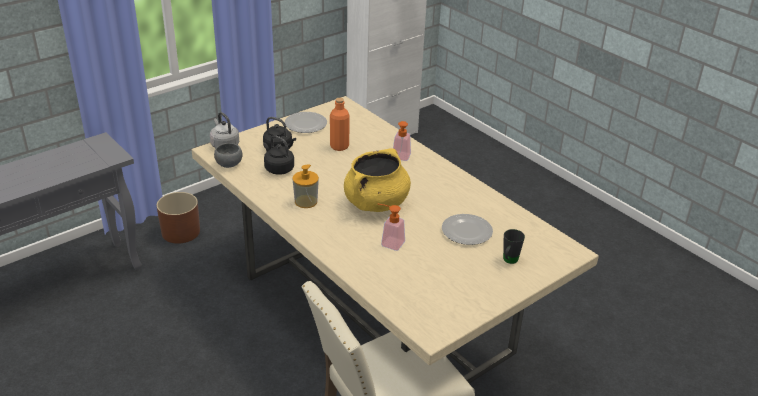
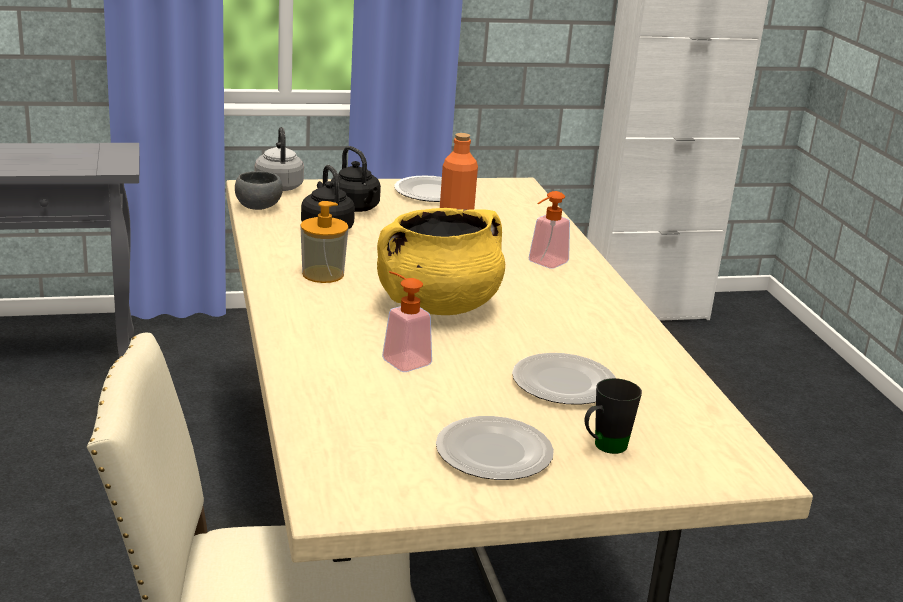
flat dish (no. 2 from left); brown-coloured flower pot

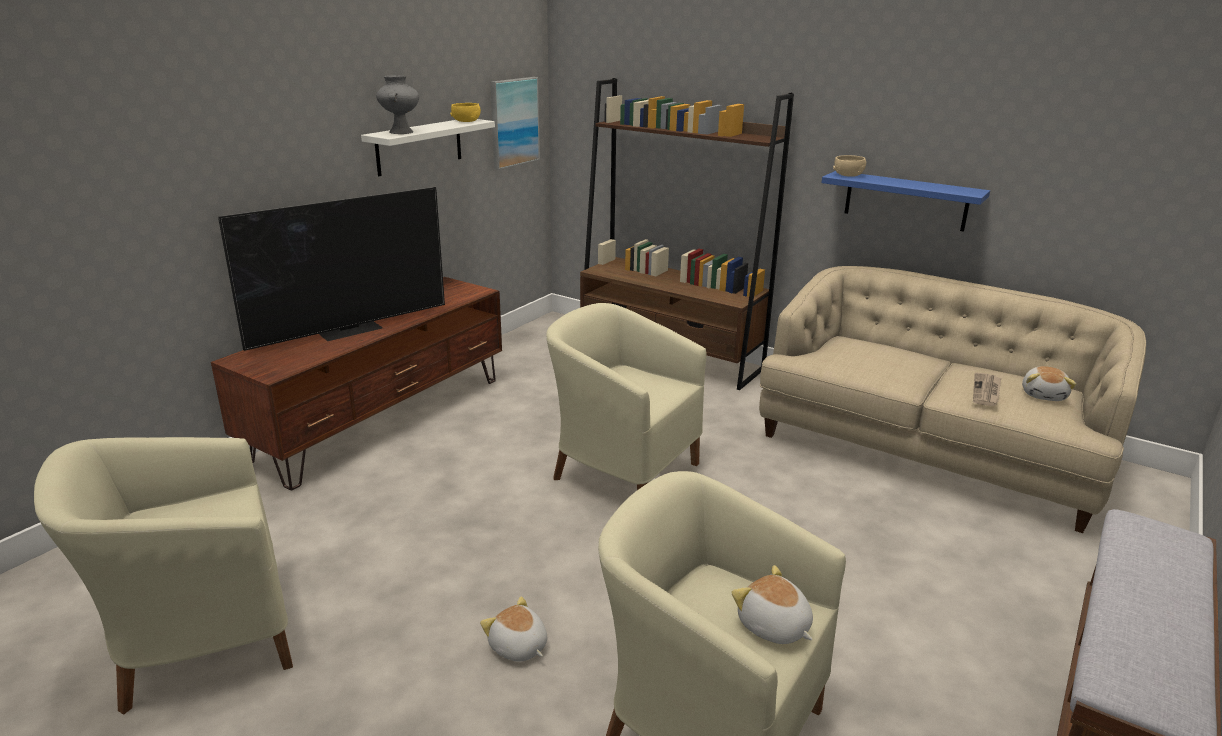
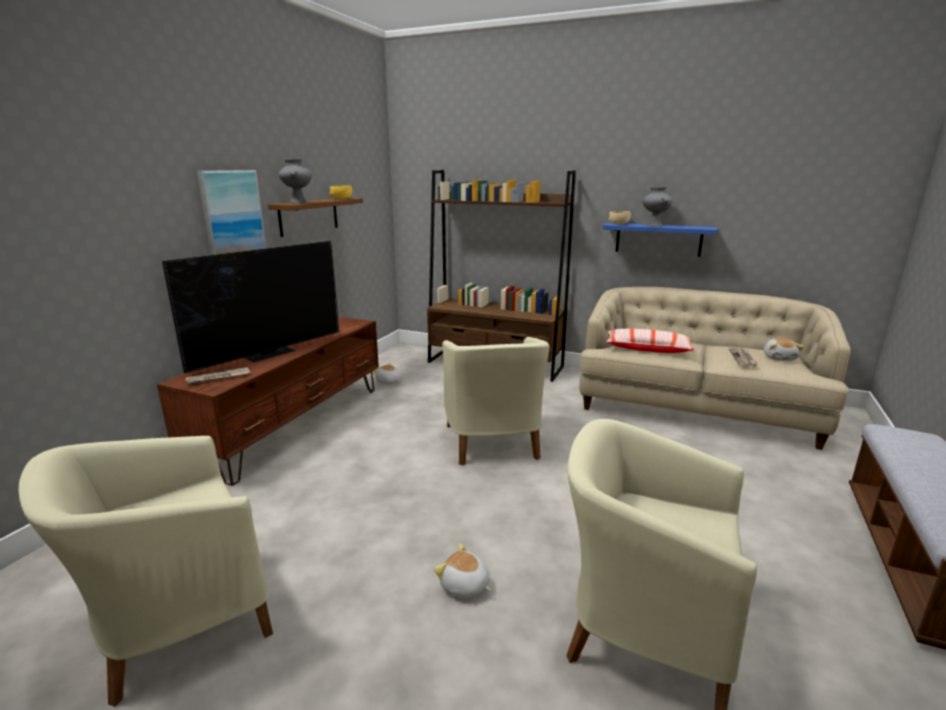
printed paper (no. 1 from left); picture; brown-coloured wall shelf; plush toy (no. 1 from left); sand-coloured easy chair (no. 2 from left); cushion; grey flower vase (no. 2 from left)

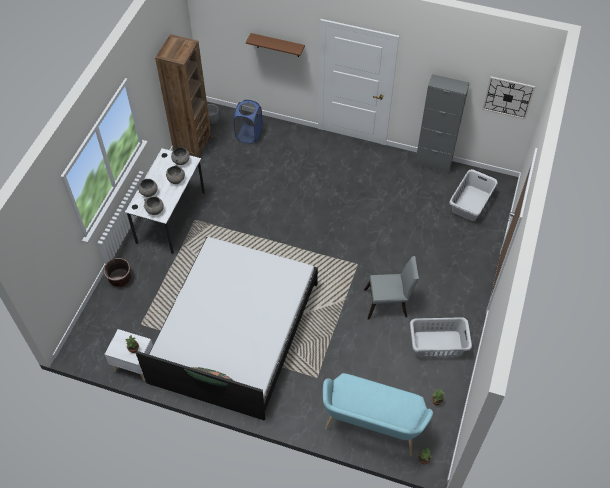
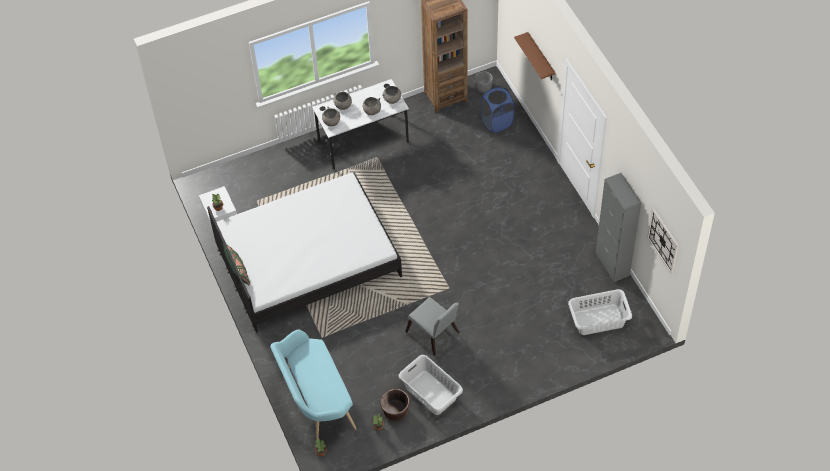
brown-coloured flower pot

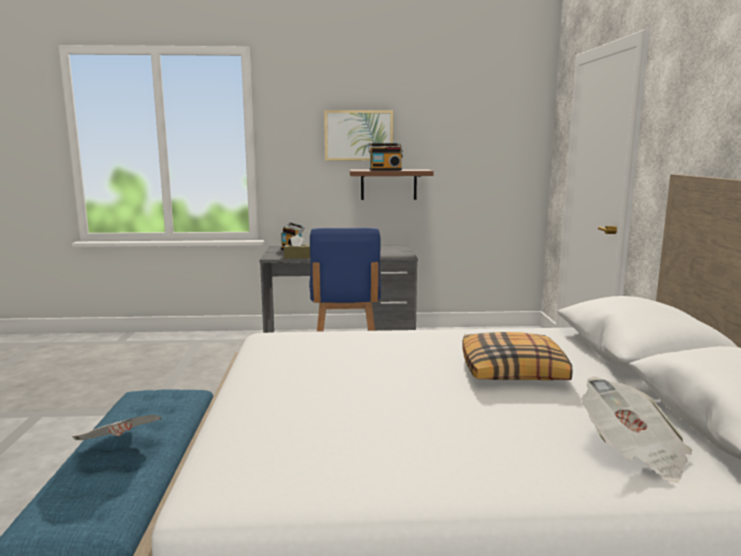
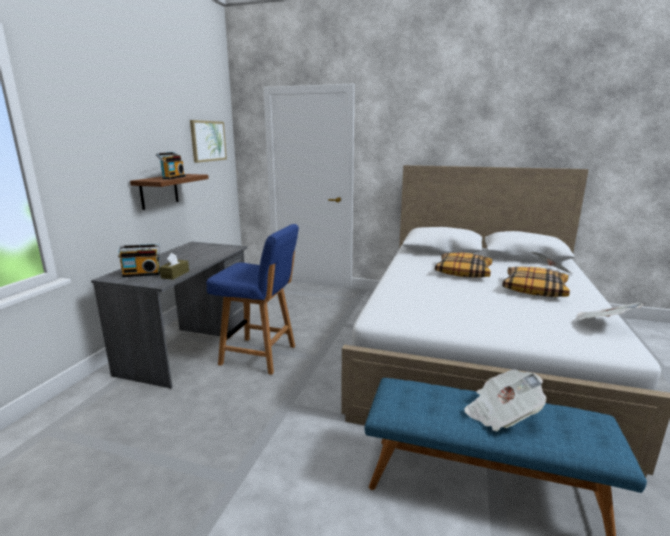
picture; cushion (no. 2 from left); printed paper (no. 3 from left)

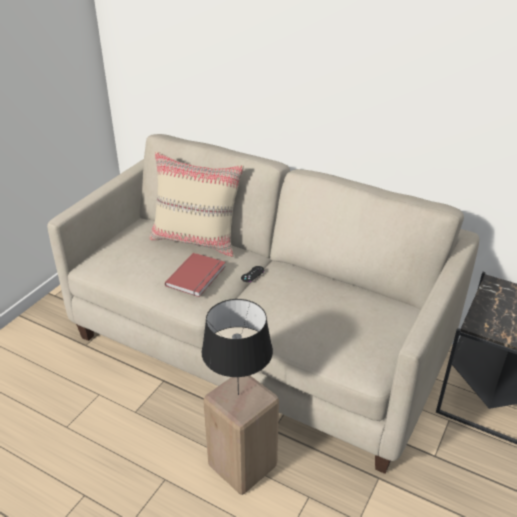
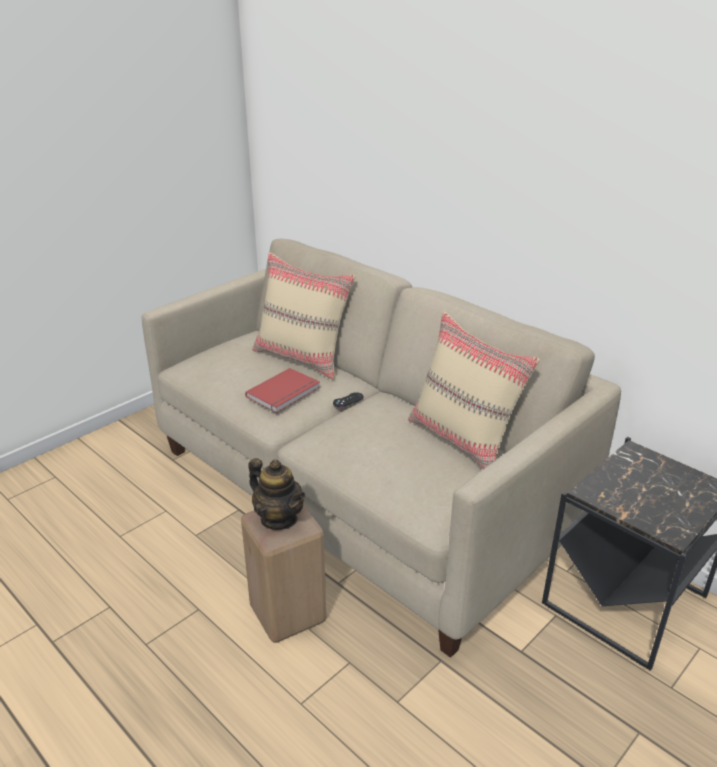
pot for tea; sand-coloured cushion (no. 2 from left)

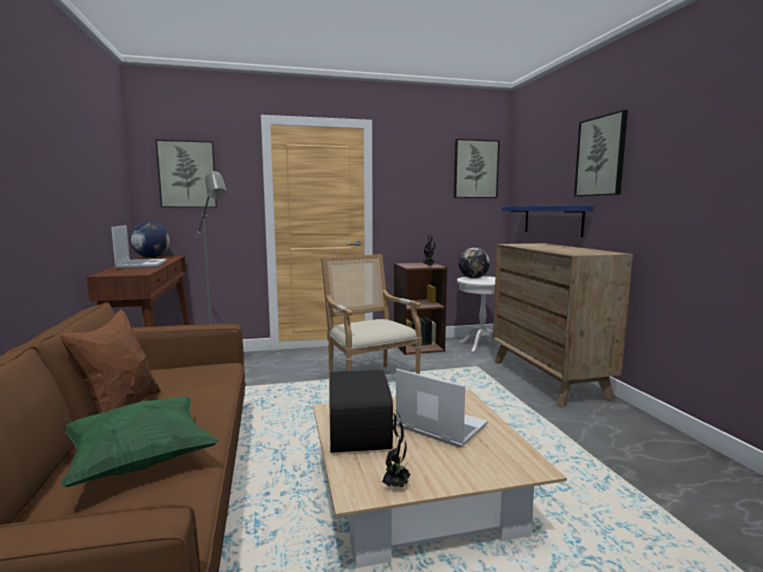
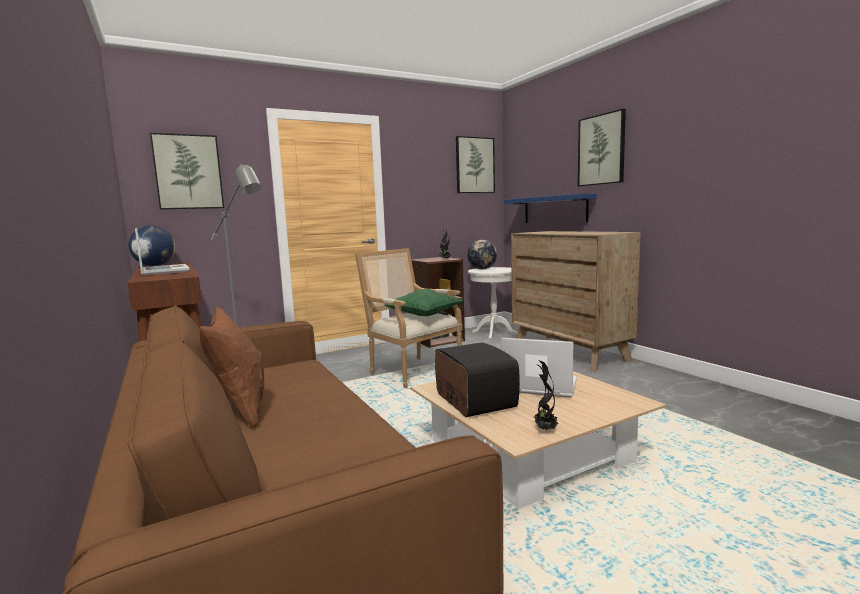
green-coloured cushion

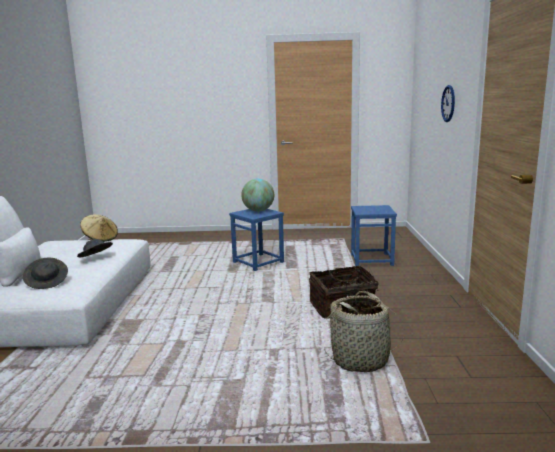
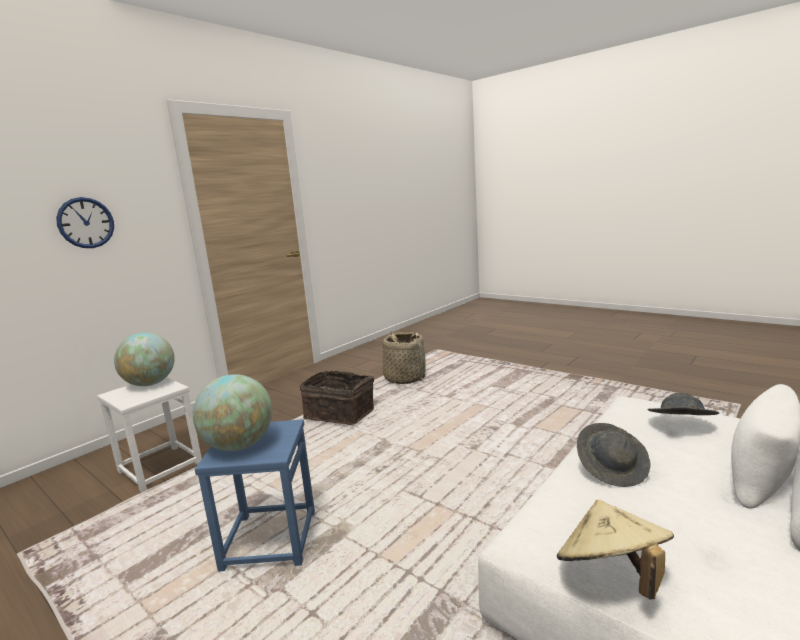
white stool seat; globe (no. 1 from left)

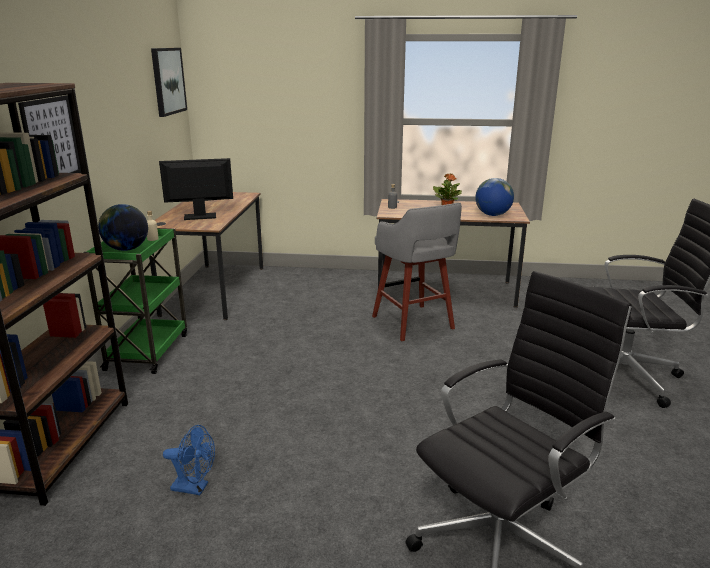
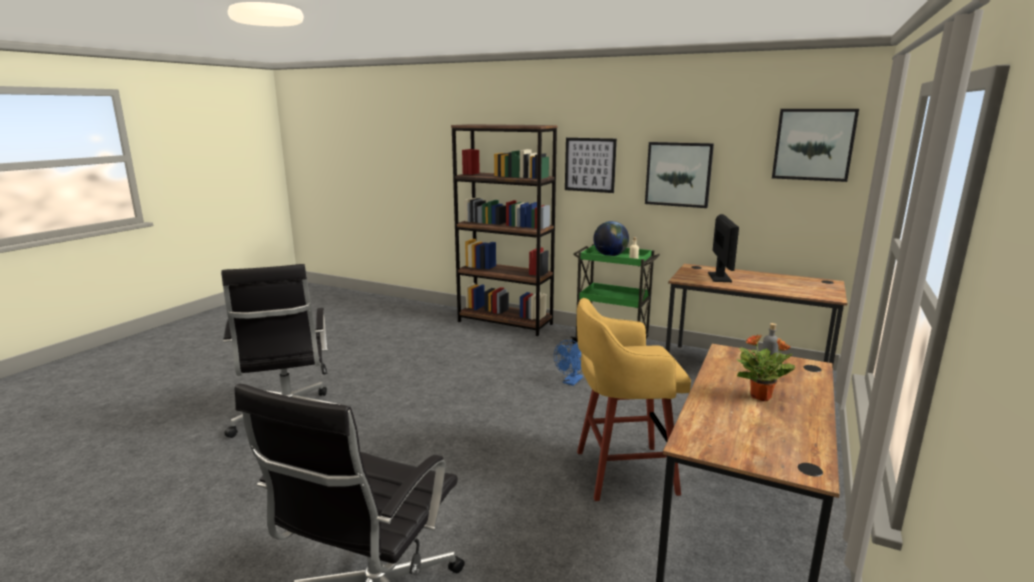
blue-coloured electric fan; yellow-coloured stool seat; picture (no. 2 from left); globe (no. 2 from left in the first image)

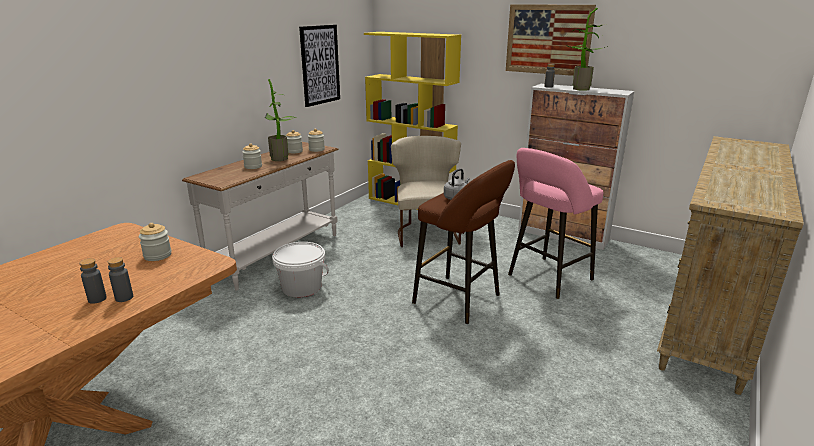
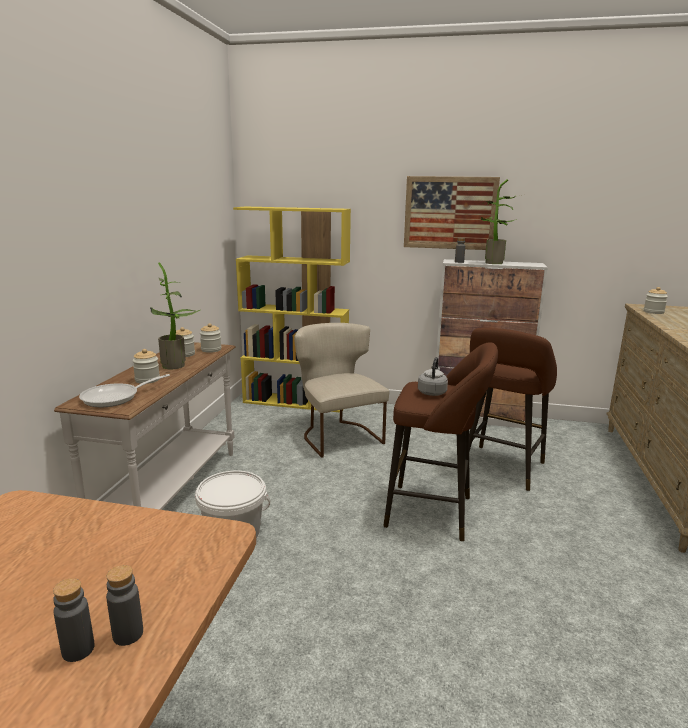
frying pan; brown-coloured stool seat (no. 2 from left); preserve jar (no. 4 from left); picture (no. 1 from left in the first image)

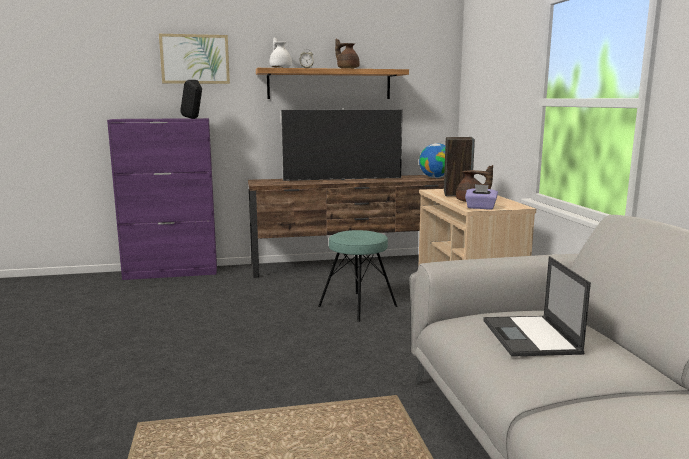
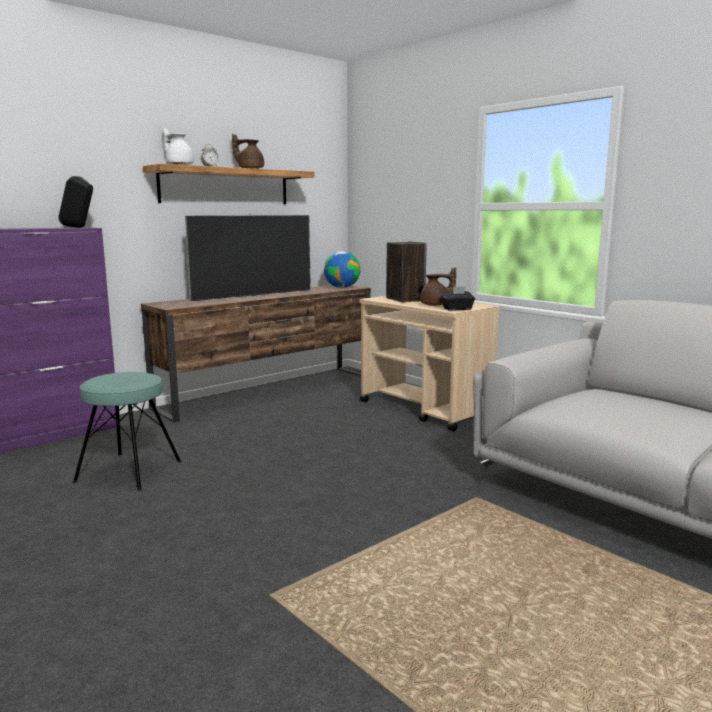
blue-green stool seat; black-coloured box of tissues; picture; portable computer

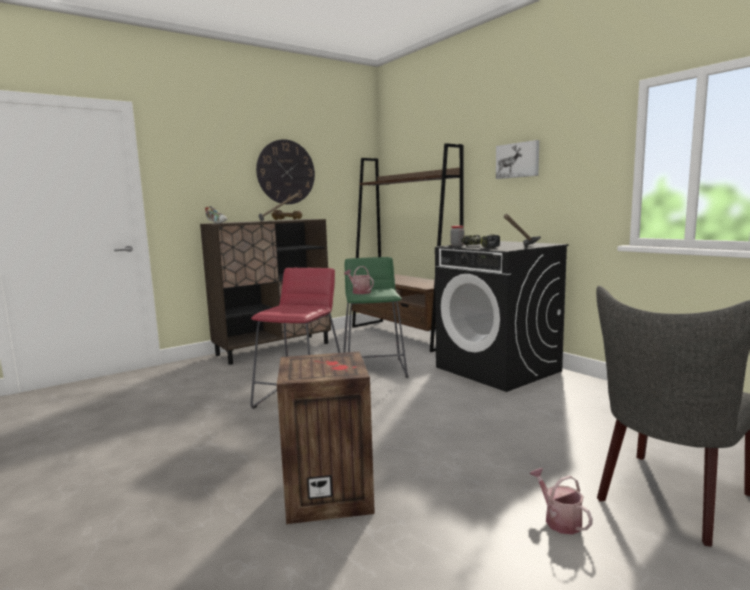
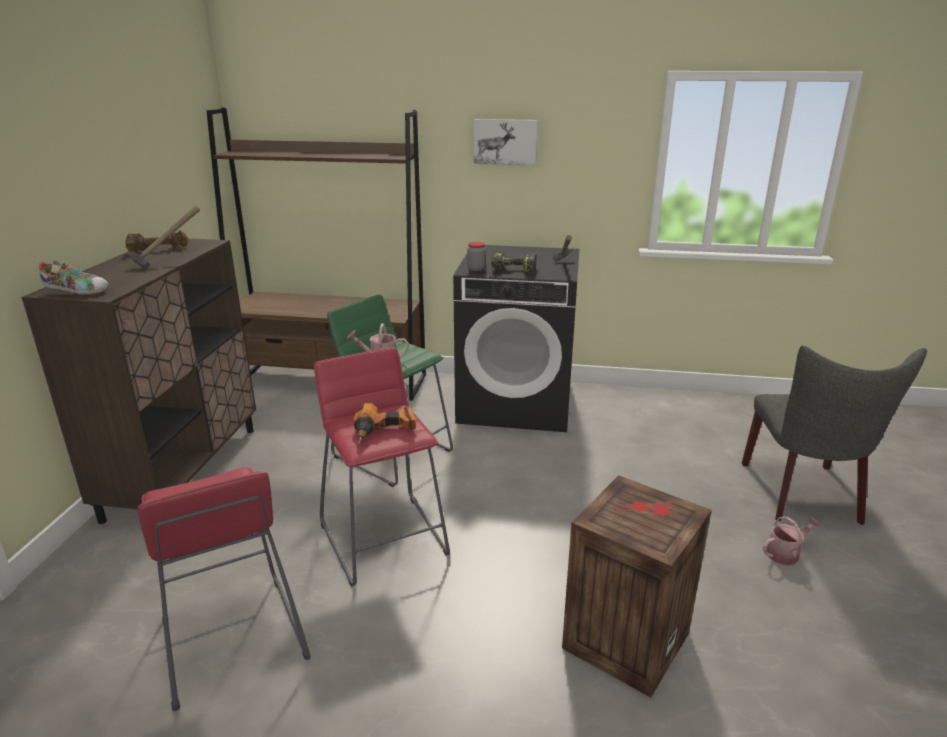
red stool seat (no. 1 from left); drill (no. 1 from left); watering can (no. 2 from left); clock on the wall

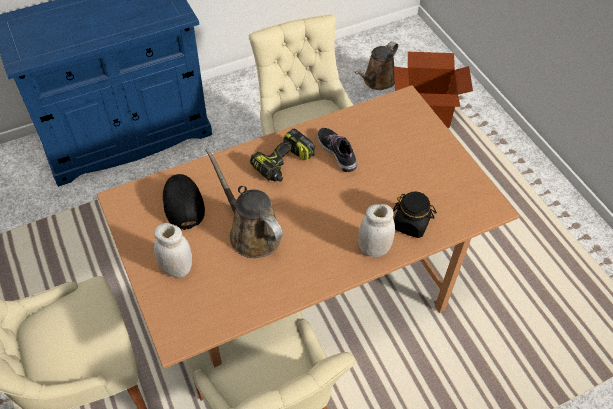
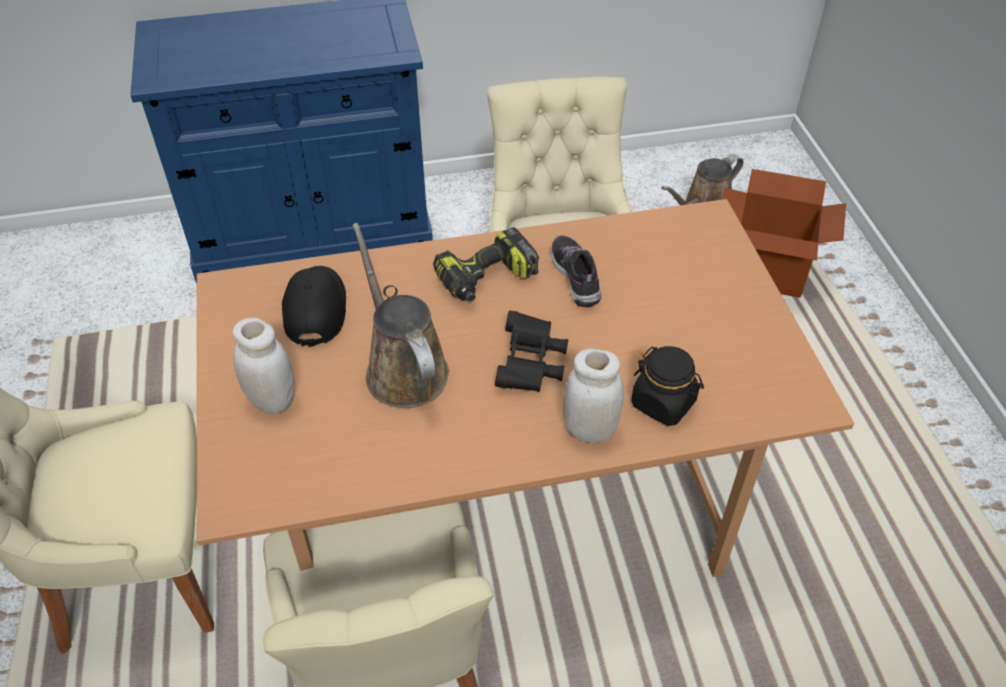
black-coloured field glasses

